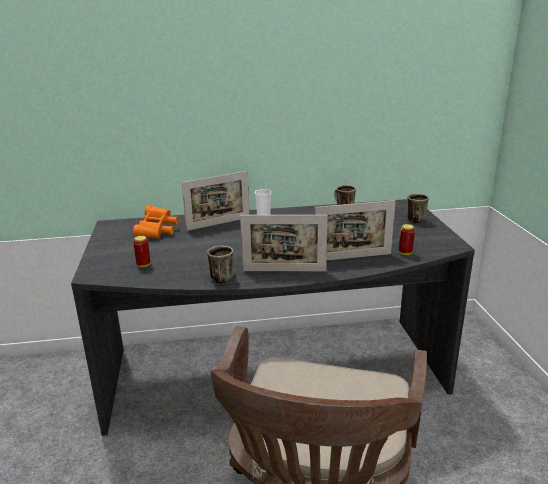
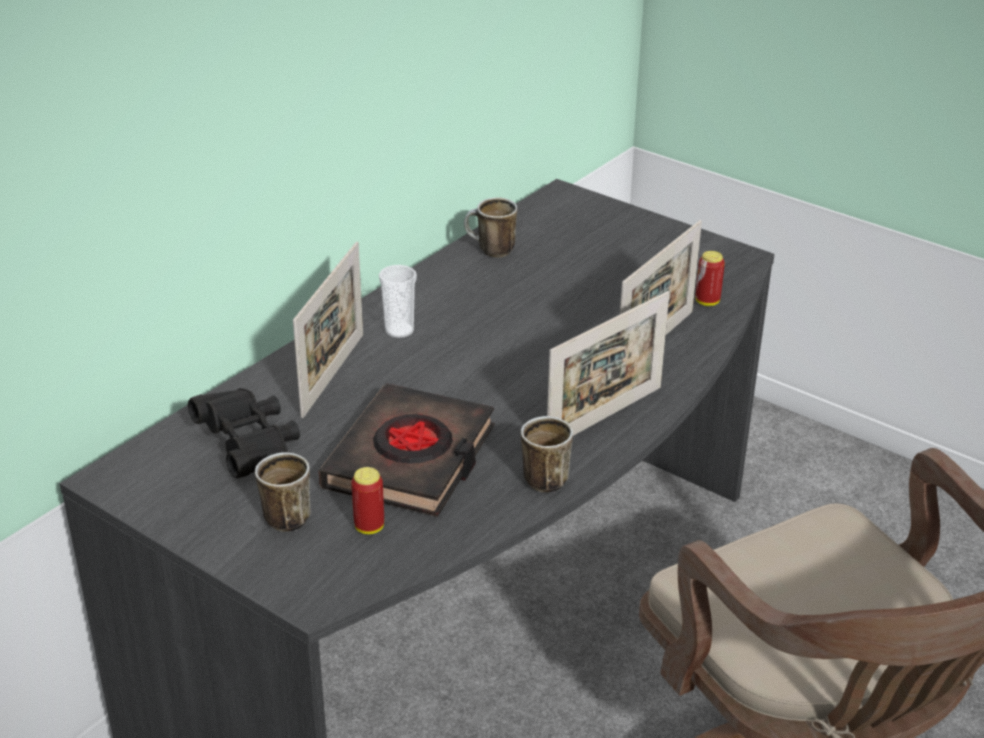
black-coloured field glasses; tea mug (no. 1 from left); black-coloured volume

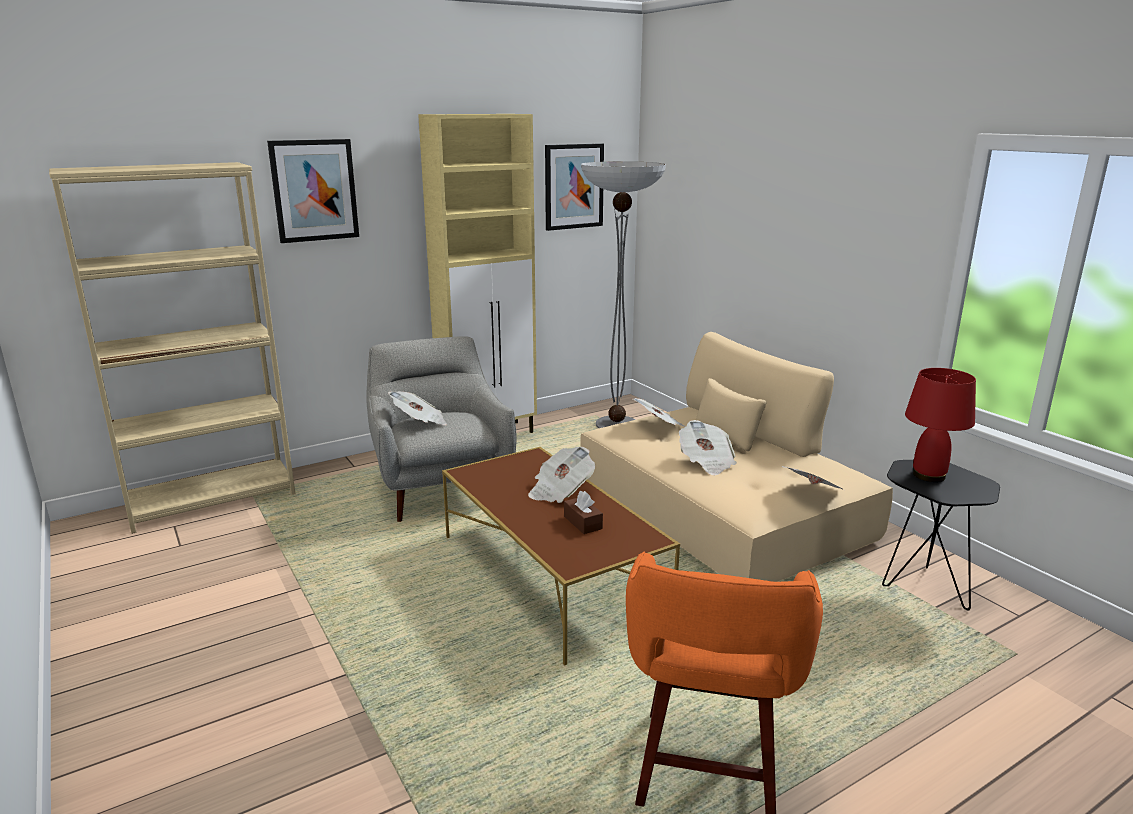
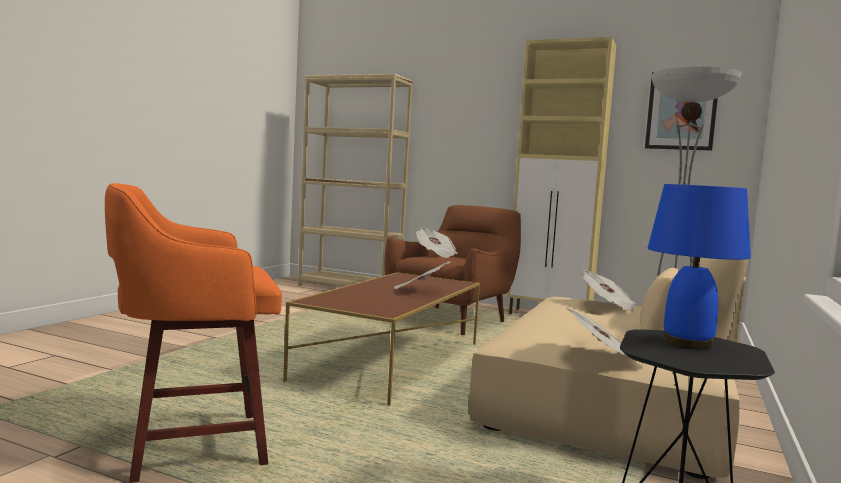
brown-coloured easy chair; blue-coloured table lamp; picture (no. 1 from left in the first image); brown-coloured box of tissues; printed paper (no. 4 from left in the first image)

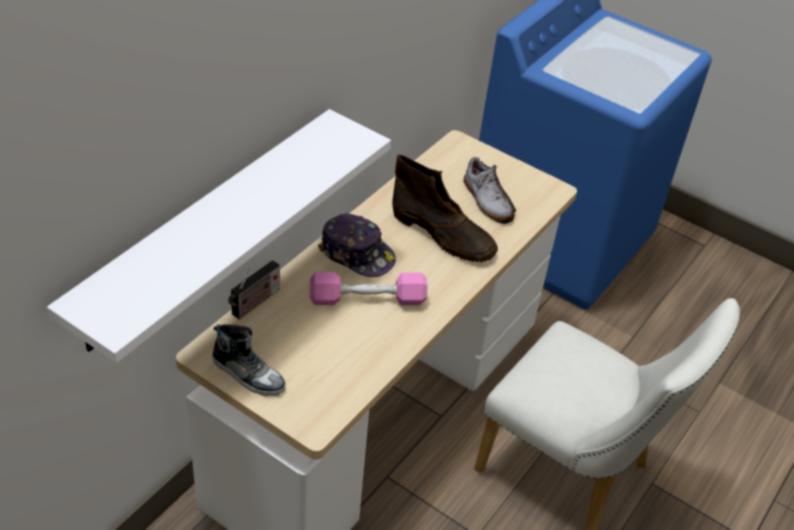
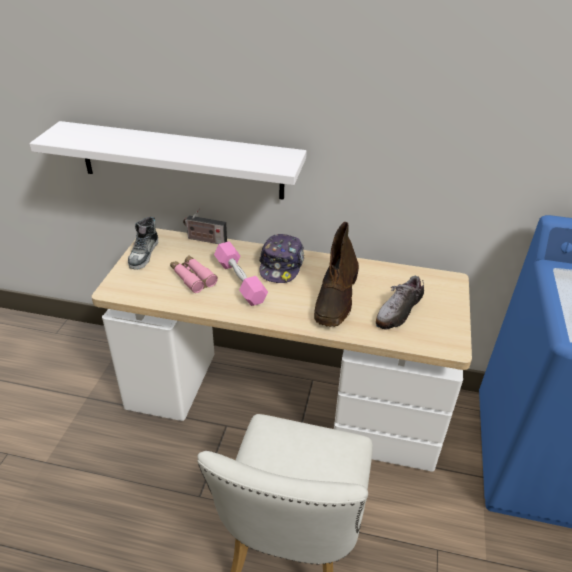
pinkish field glasses

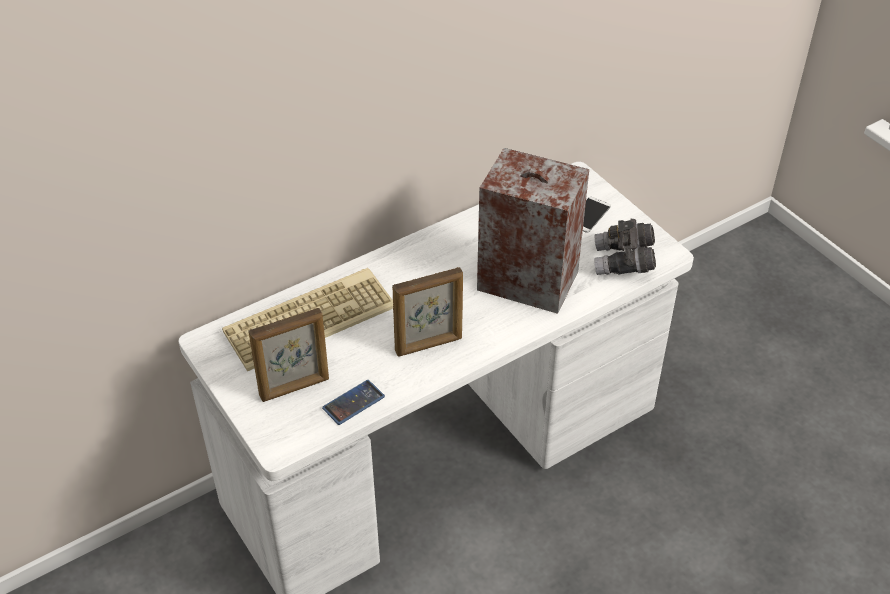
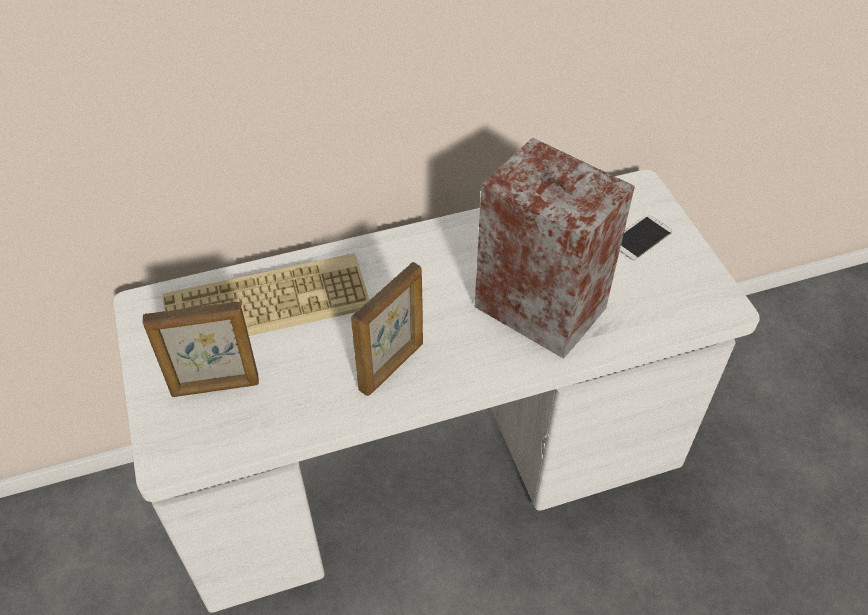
picture frame (no. 2 from left); handset (no. 1 from left in the first image); grey field glasses

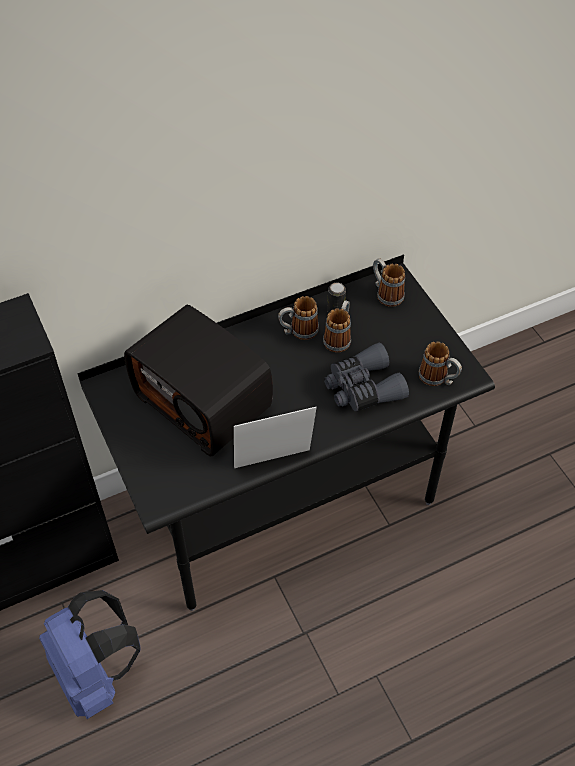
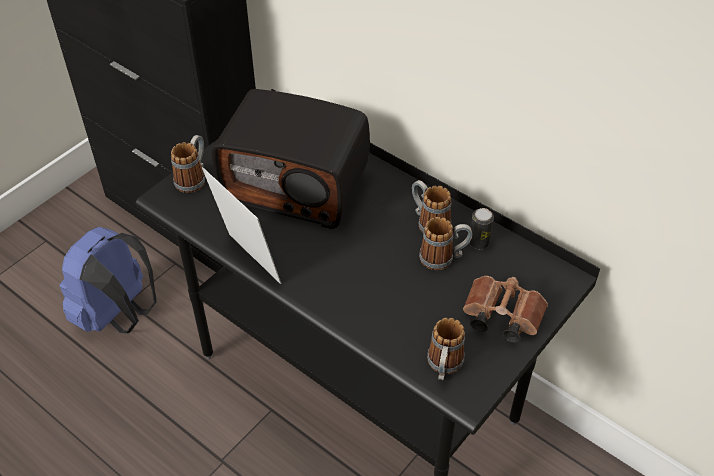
tea mug (no. 1 from left); radio; brown-coloured field glasses; grey field glasses

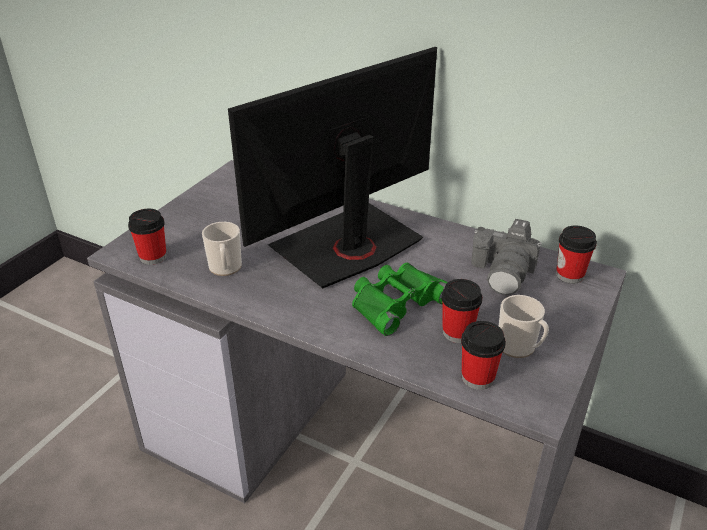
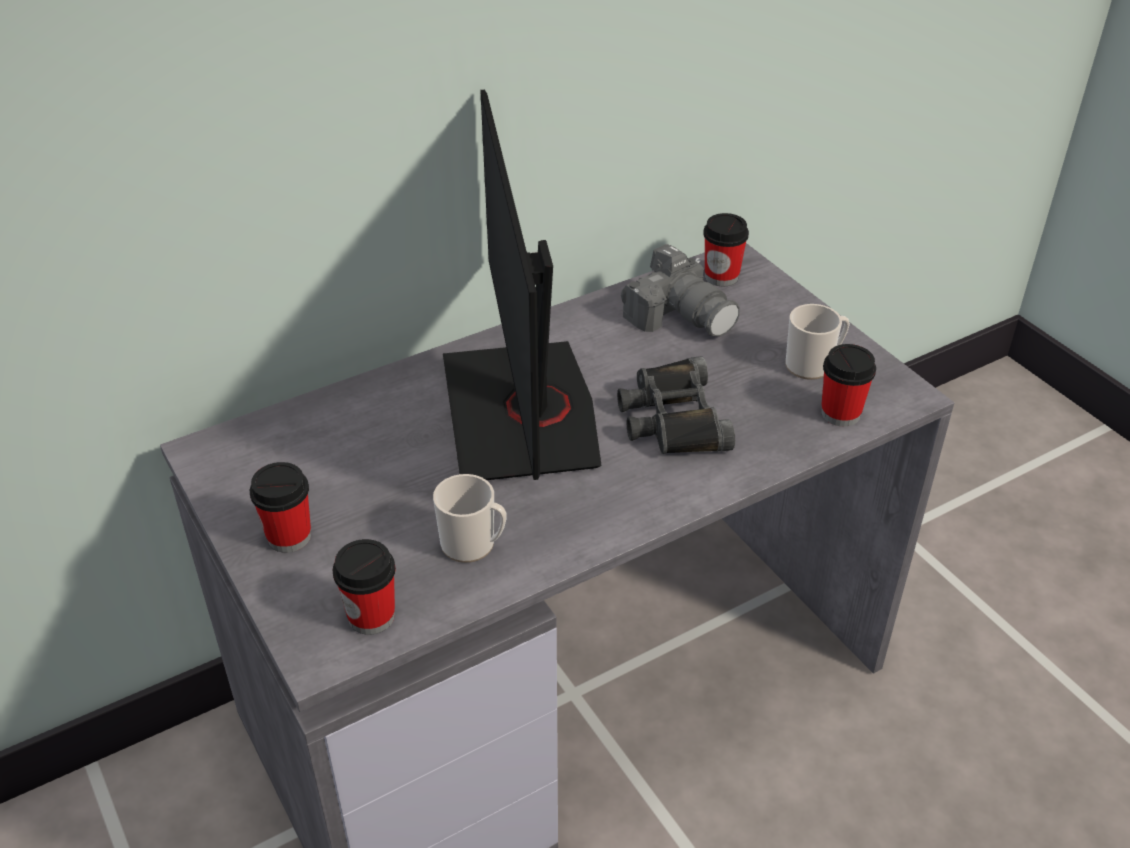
drinking cup (no. 1 from left); black-coloured field glasses

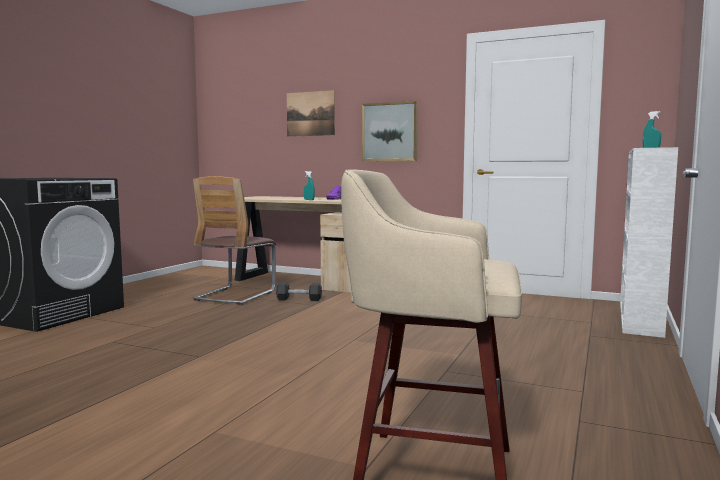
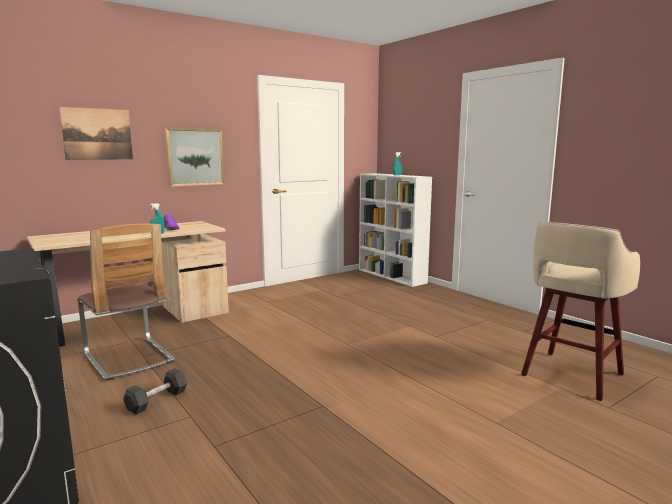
black-coloured free weight

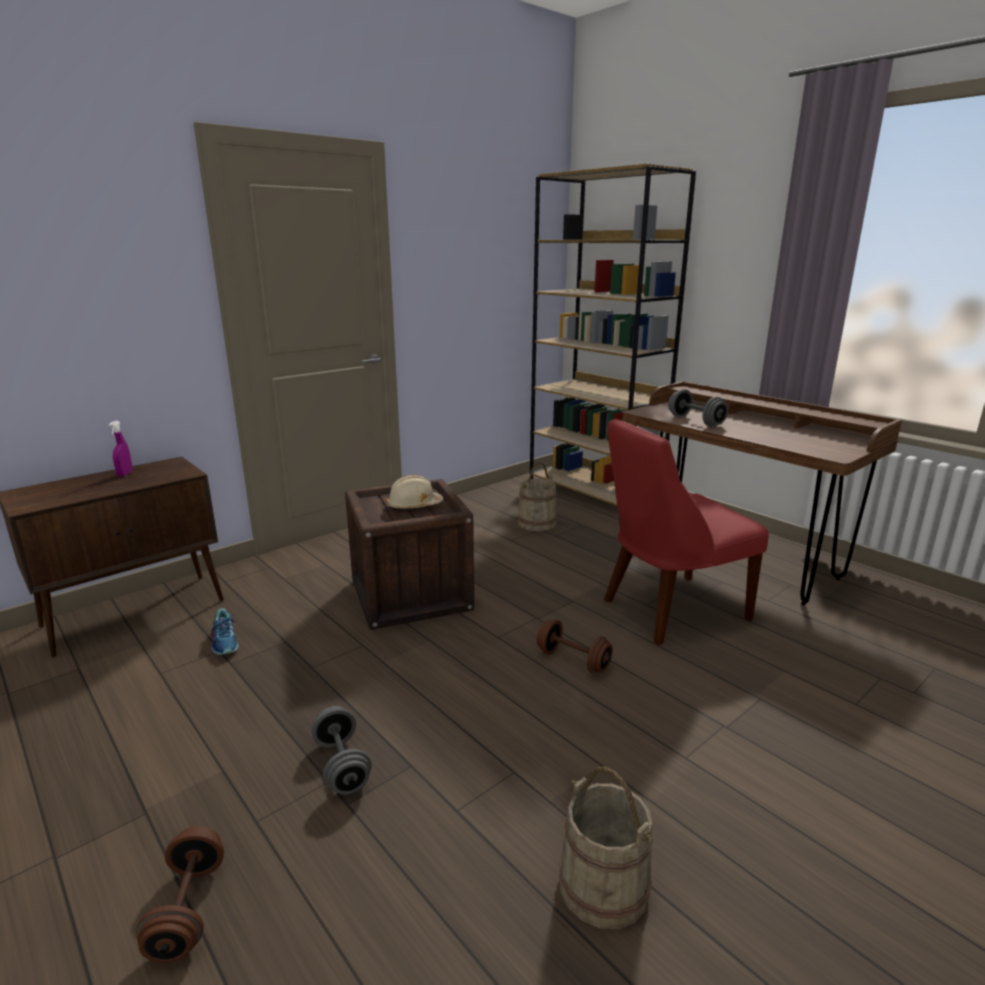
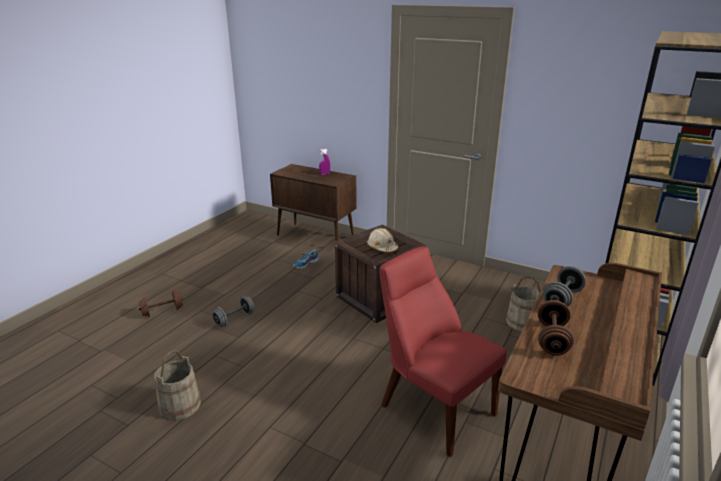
brown-coloured free weight (no. 2 from left)

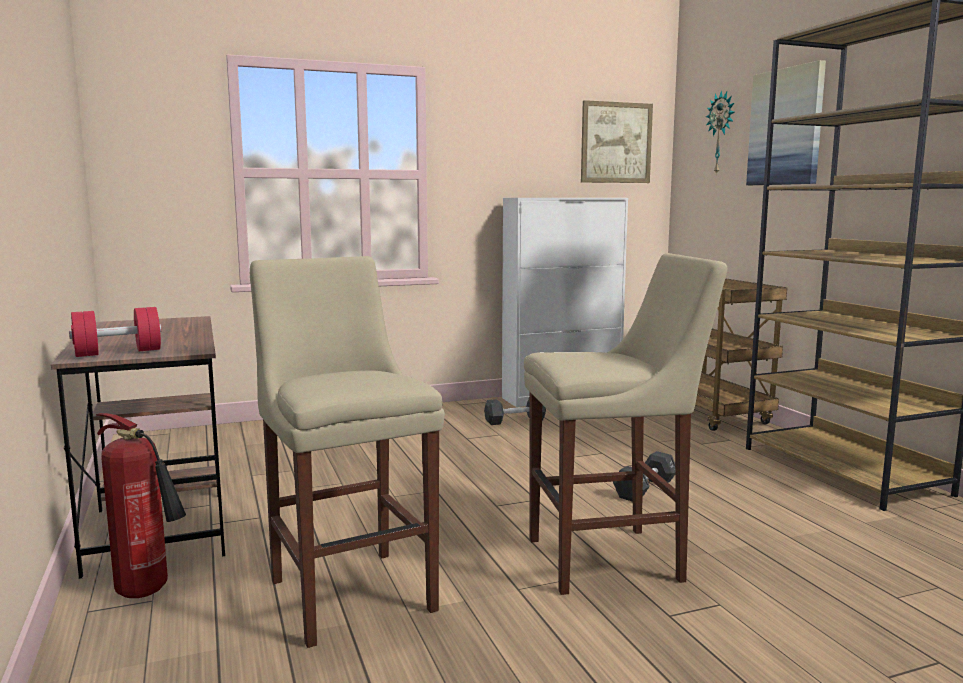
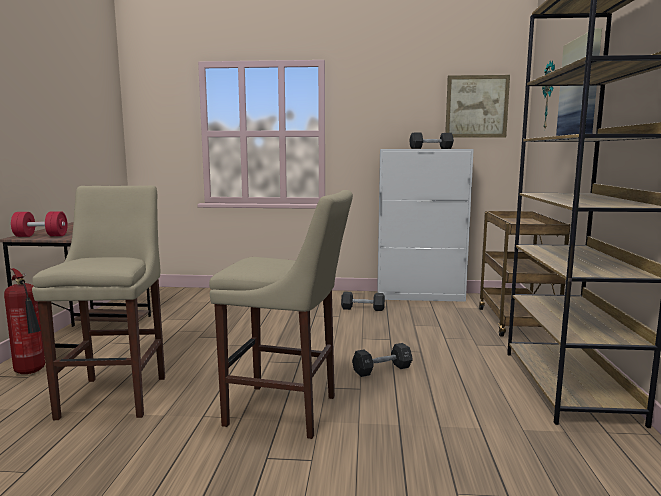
black-coloured free weight (no. 3 from left)

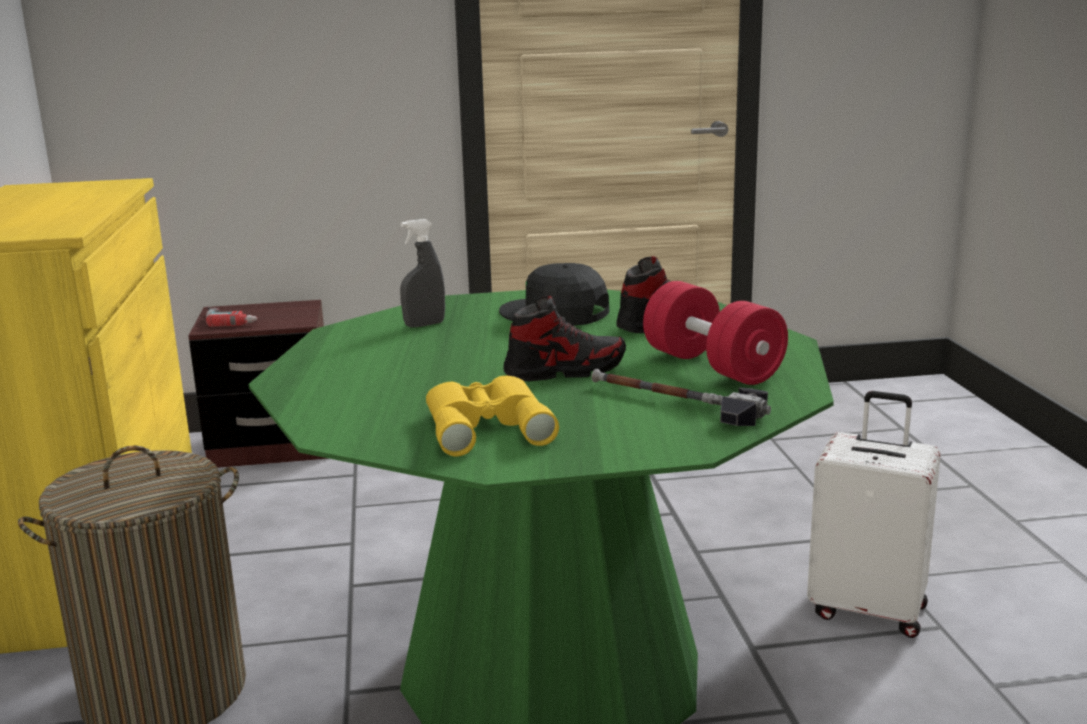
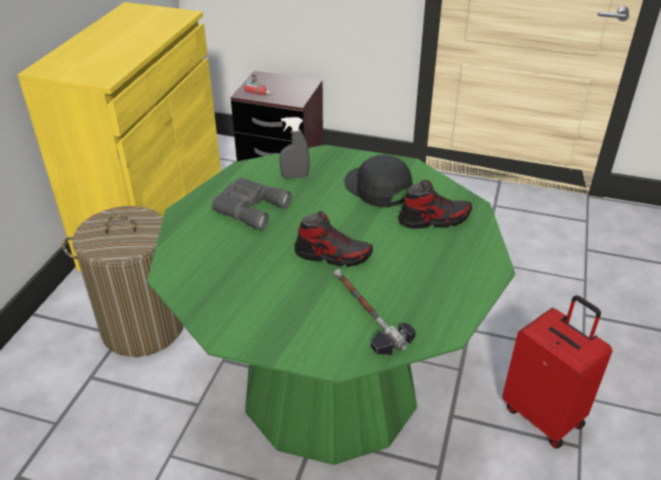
grey field glasses; red suitcase; yellow-coloured field glasses; red free weight

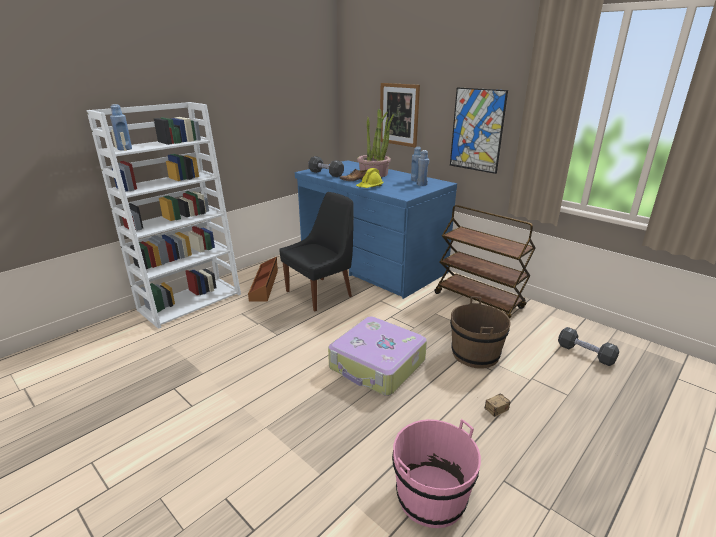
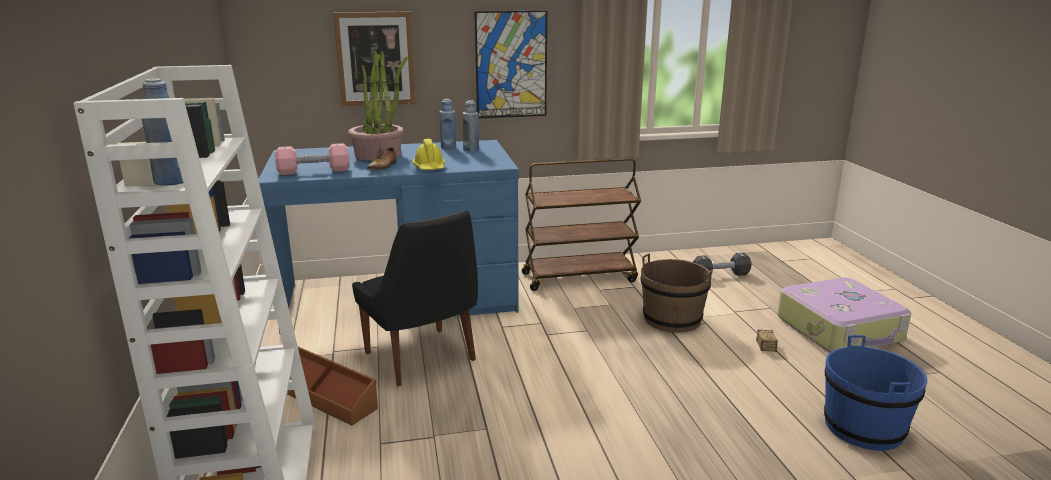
pinkish free weight; black-coloured chair; suitcase; blue-coloured water bucket

